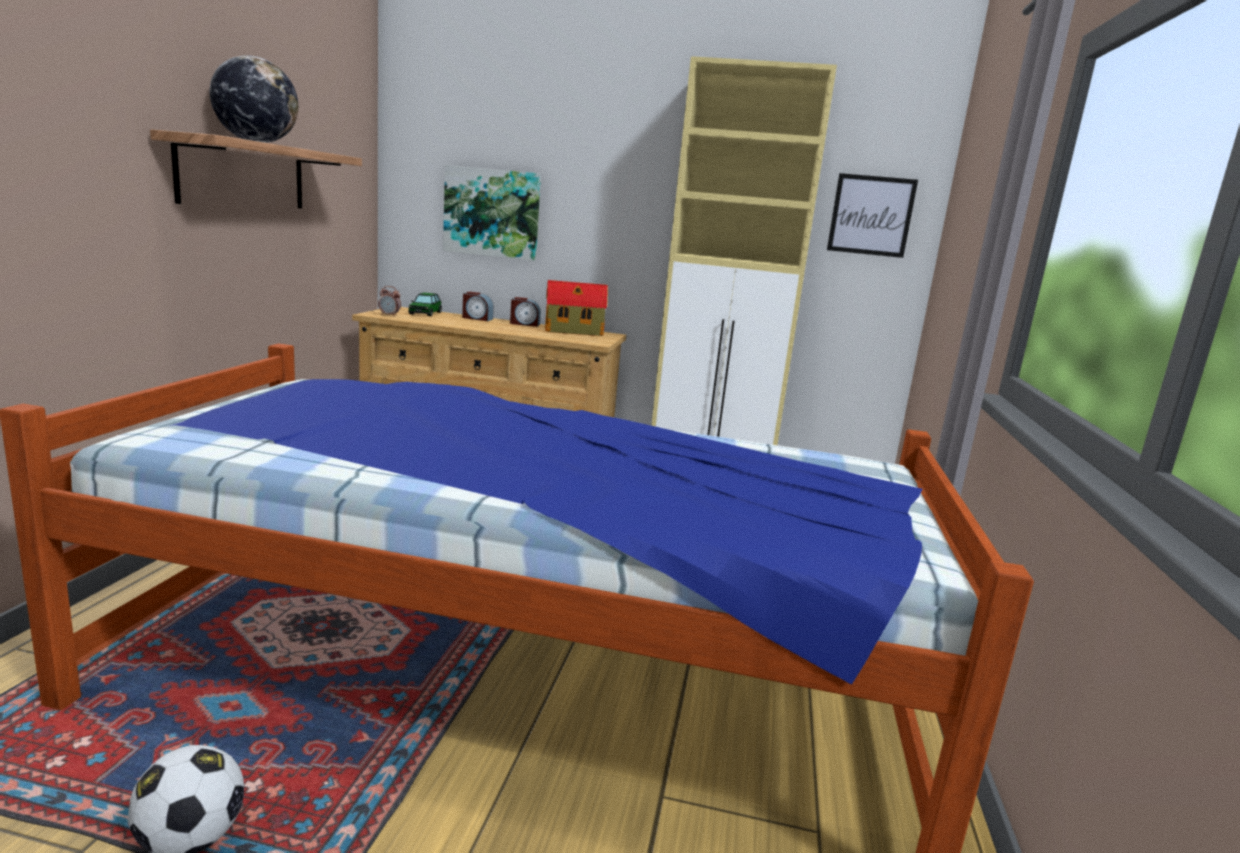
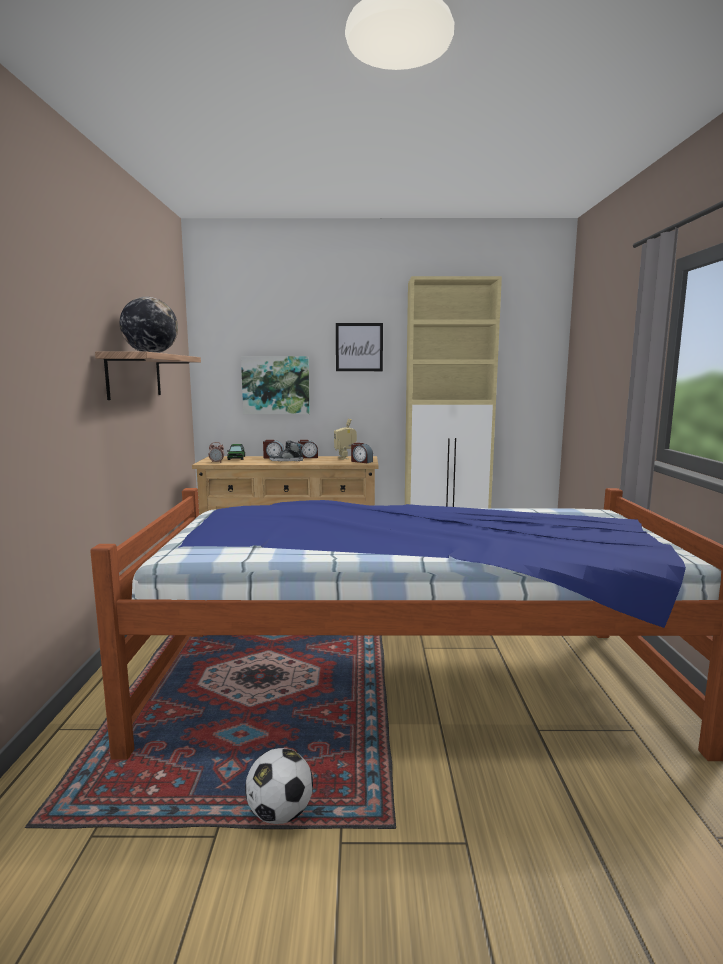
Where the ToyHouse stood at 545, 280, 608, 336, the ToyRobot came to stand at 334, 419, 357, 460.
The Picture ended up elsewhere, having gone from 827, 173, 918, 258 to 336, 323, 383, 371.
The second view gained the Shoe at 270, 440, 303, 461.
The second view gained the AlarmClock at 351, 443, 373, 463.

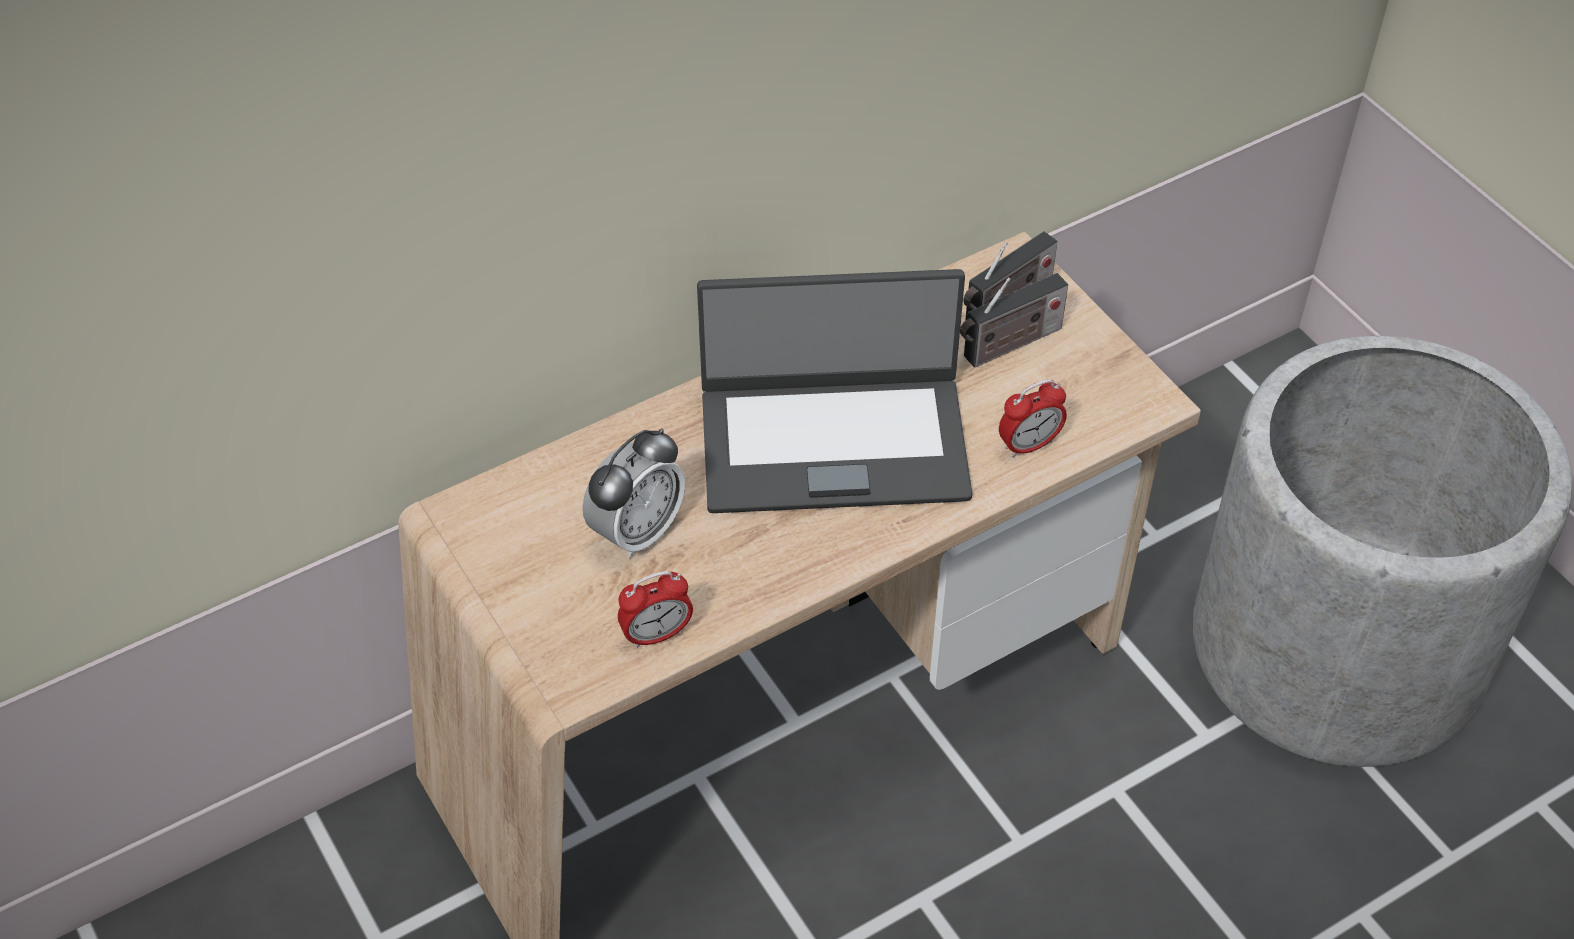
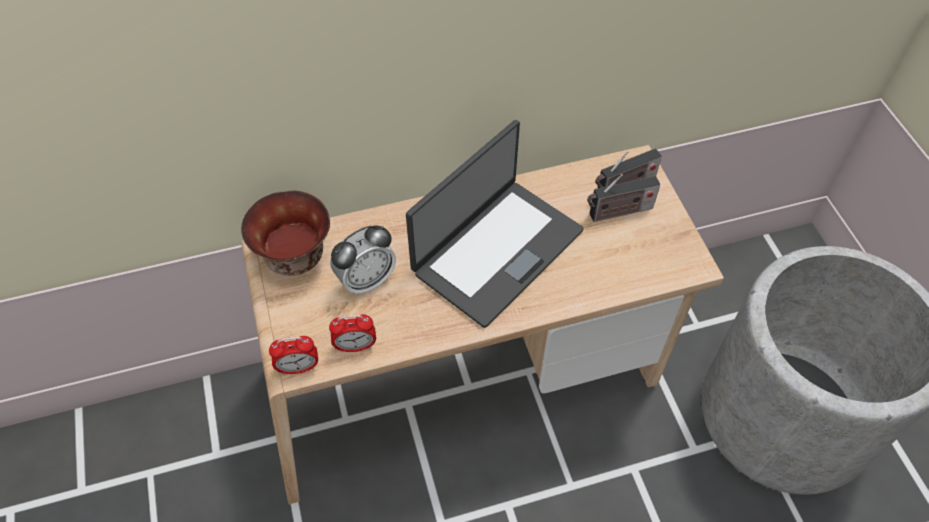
The Laptop at 697, 269, 972, 513 ended up facing another way, 60 degrees counterclockwise from before.
The AlarmClock ended up elsewhere, having gone from 999, 379, 1067, 458 to 269, 336, 318, 375.
The second view gained the Bowl at 241, 190, 330, 276.

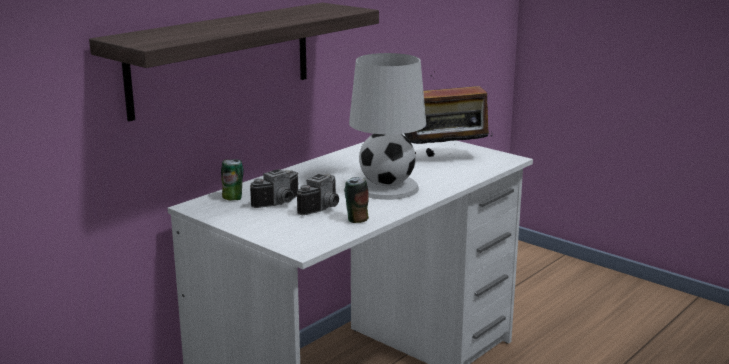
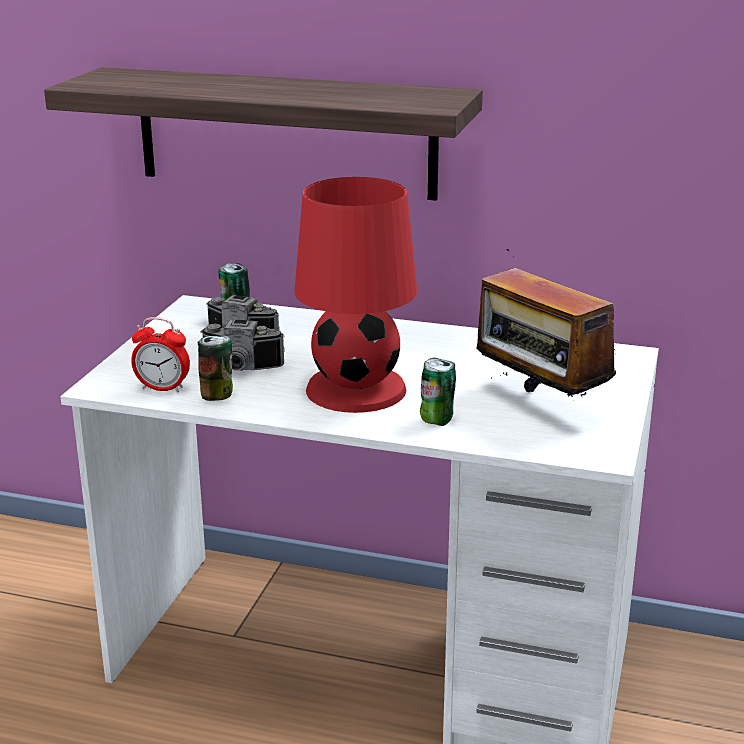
What was the WhiteTableLamp at 349, 53, 426, 200 turned into the RedTableLamp at 294, 177, 417, 413.
The second view gained the AlarmClock at 131, 317, 190, 393.
The second view gained the Can at 420, 358, 456, 426.

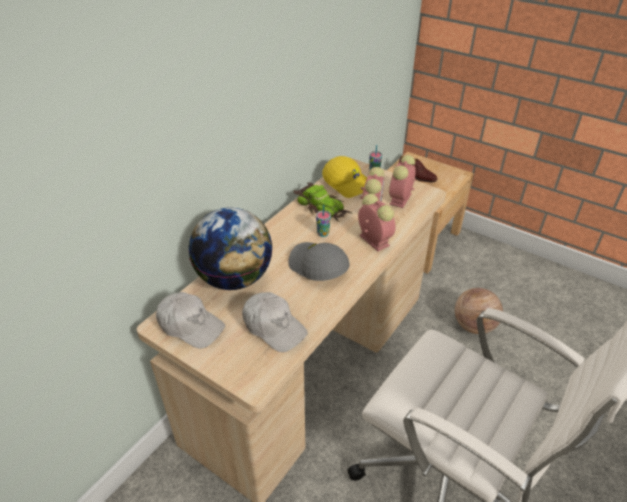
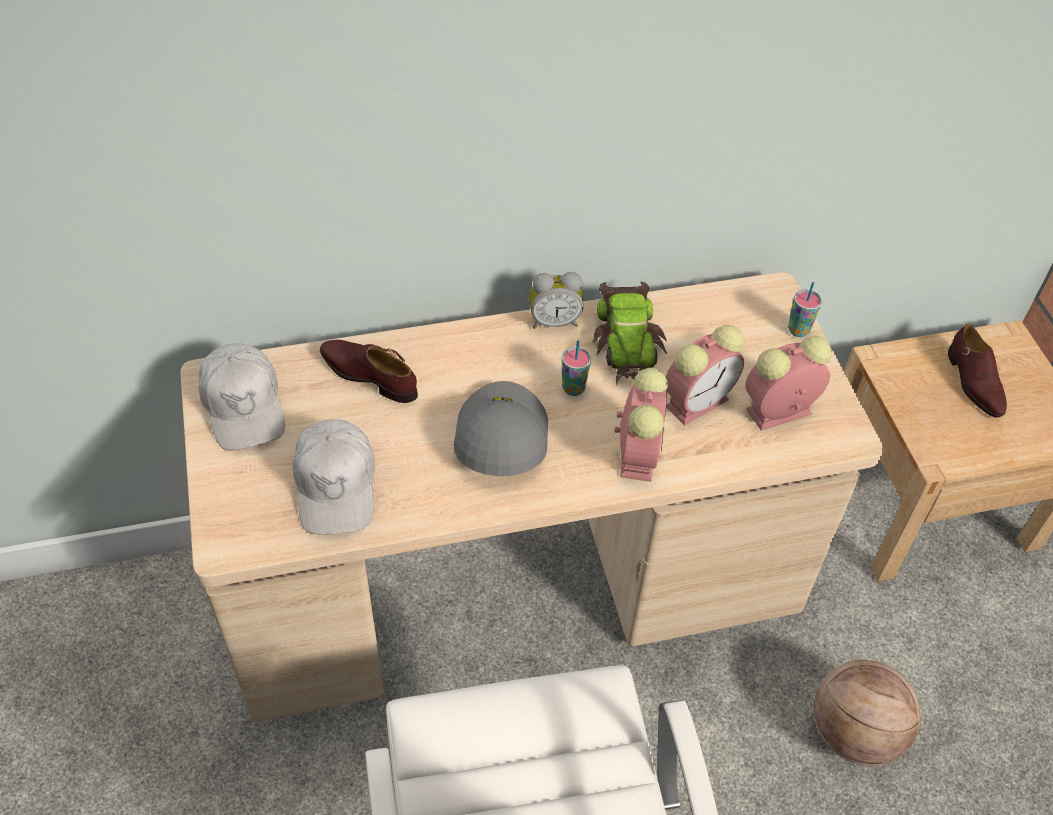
Where the Globe stood at 189, 207, 272, 290, the BrownShoe came to stand at 320, 340, 418, 403.
The second view lost the YellowCap at 322, 156, 367, 198.
The second view gained the AlarmClock at 529, 272, 584, 329.

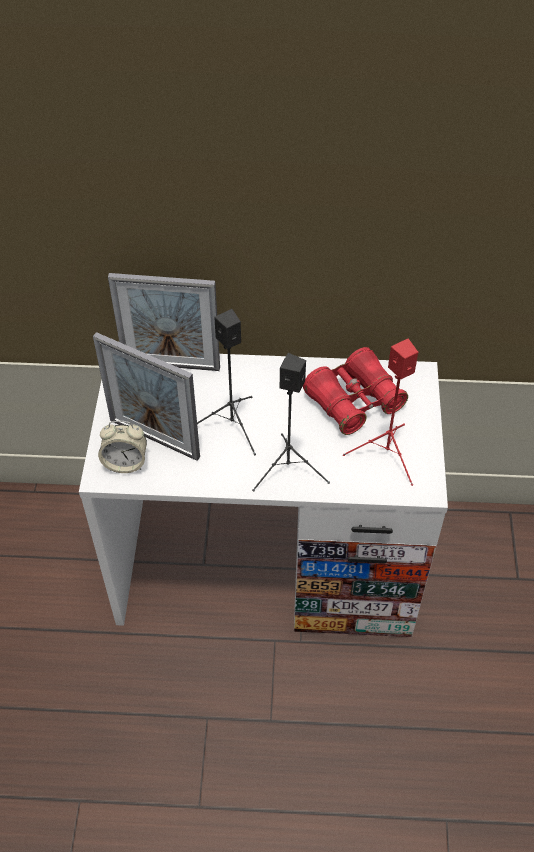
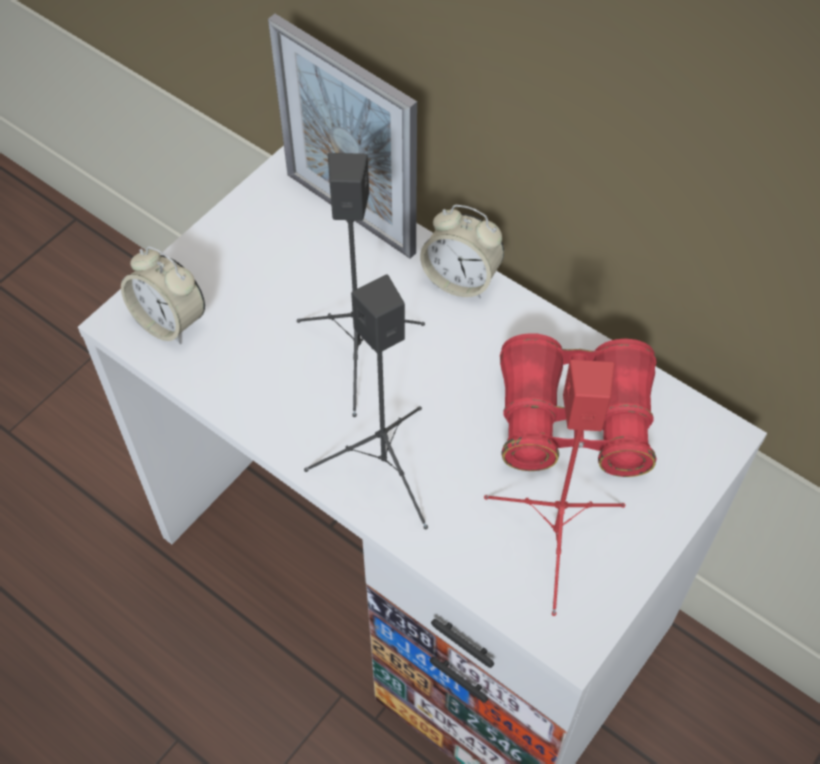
The second view lost the PictureFrame at 93, 332, 200, 461.
The second view gained the AlarmClock at 420, 205, 504, 299.

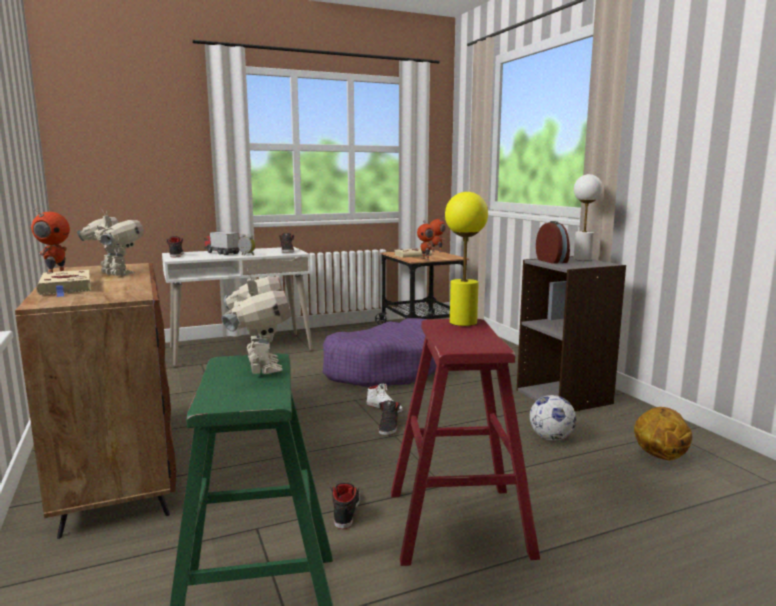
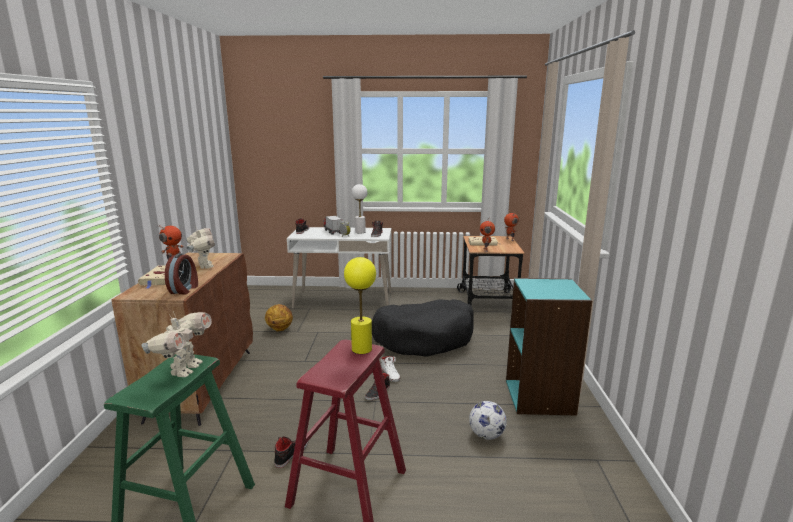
What was the PurpleDogBed at 323, 318, 437, 387 turned into the BlackDogBed at 372, 299, 474, 357.
What was the GreyBookcase at 517, 256, 626, 411 turned into the TurquoiseBookcase at 506, 278, 592, 416.
The AlarmClock ended up elsewhere, having gone from 536, 221, 570, 264 to 165, 253, 198, 294.
The WhiteTableLamp ended up elsewhere, having gone from 574, 174, 602, 261 to 352, 184, 367, 234.
The Basketball ended up elsewhere, having gone from 634, 407, 692, 461 to 265, 304, 293, 331.

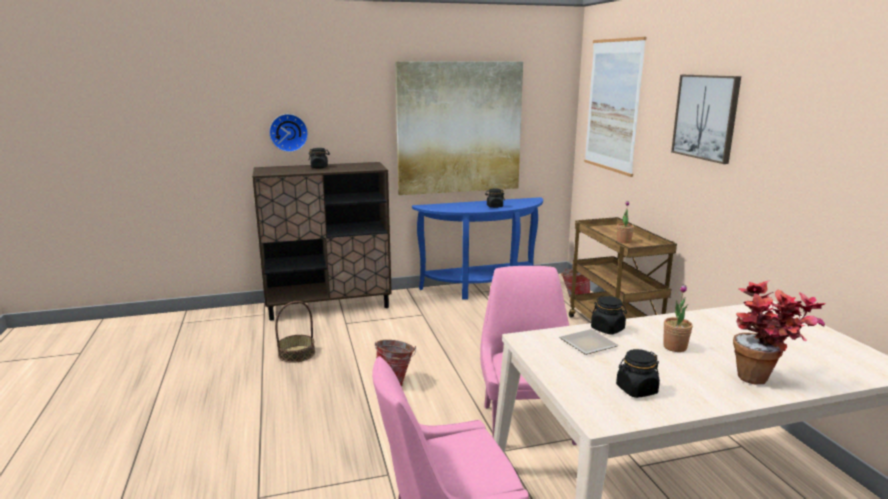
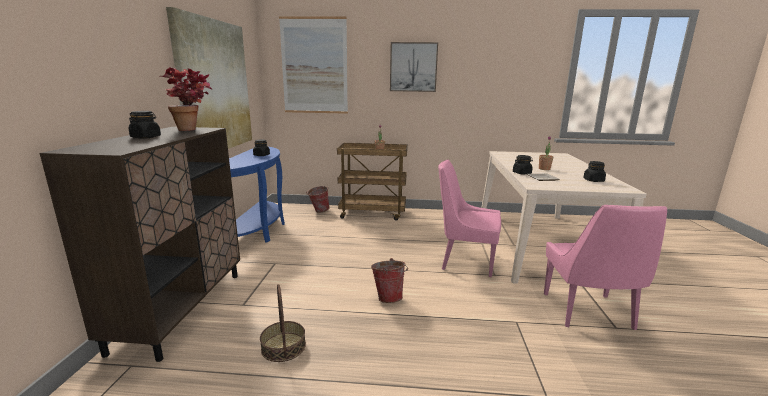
The second view lost the WallClock at 269, 114, 308, 152.
The PottedPlant ended up elsewhere, having gone from 733, 280, 825, 385 to 160, 67, 212, 131.

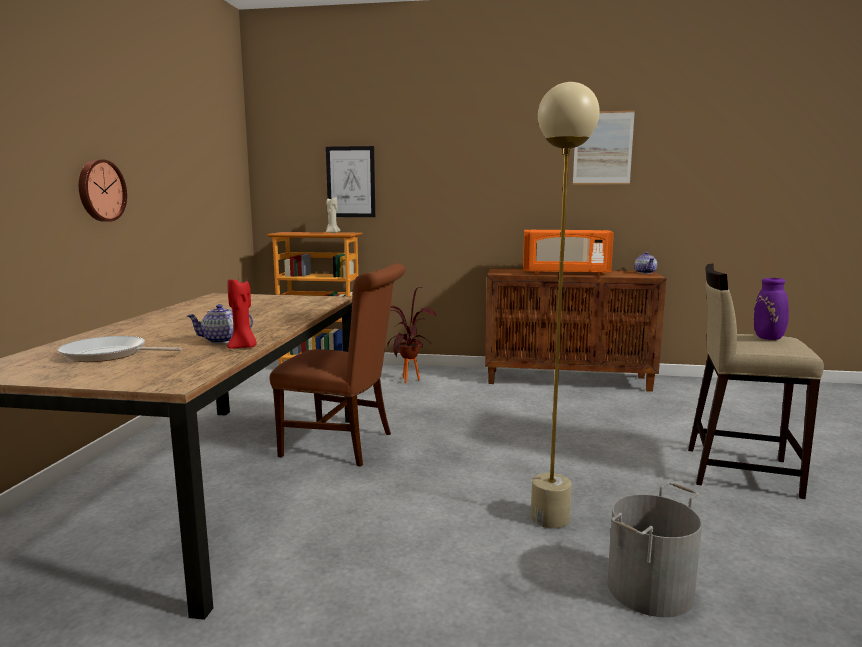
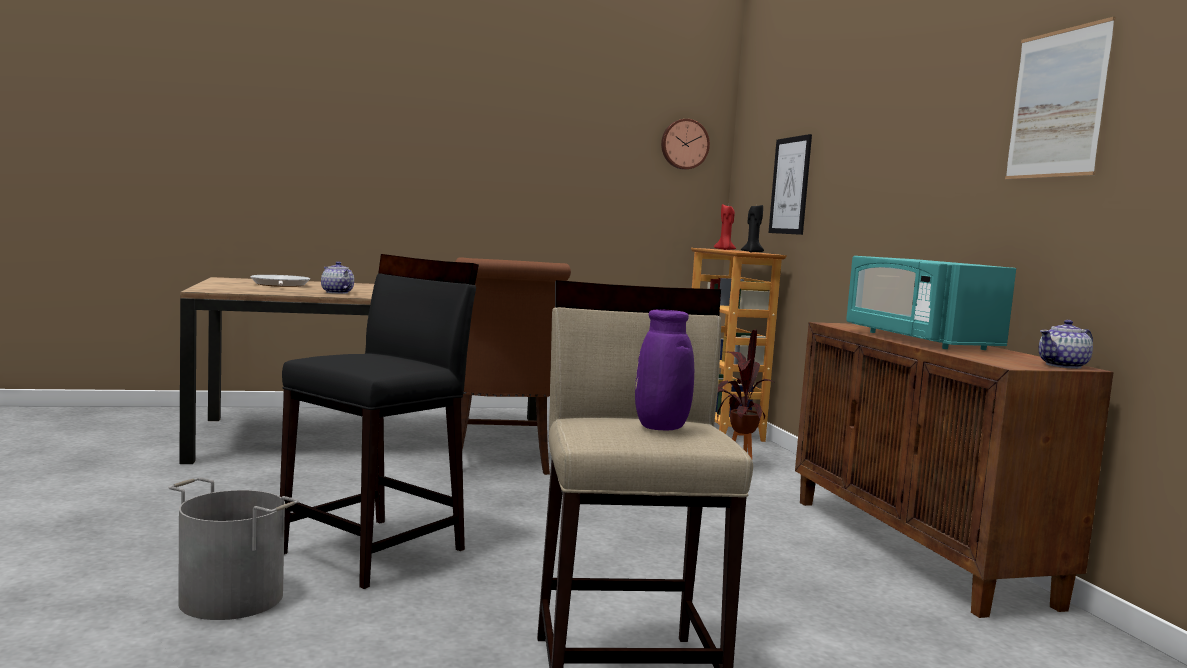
The WallClock ended up elsewhere, having gone from 79, 159, 127, 222 to 661, 119, 710, 170.
The RedCandle ended up elsewhere, having gone from 227, 277, 257, 349 to 714, 204, 736, 250.
What was the BeigeCandle at 326, 196, 340, 233 turned into the BlackCandle at 741, 205, 764, 252.
What was the OrangeMicrowave at 523, 230, 614, 275 turned into the TurquoiseMicrowave at 846, 256, 1016, 350.
Where the BeigeFloorLamp stood at 531, 82, 599, 529, the BlackStool came to stand at 280, 254, 479, 589.

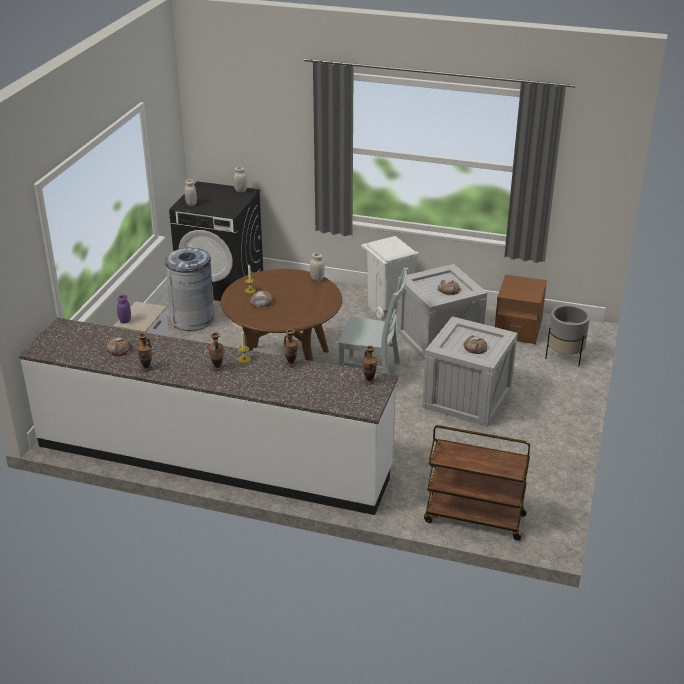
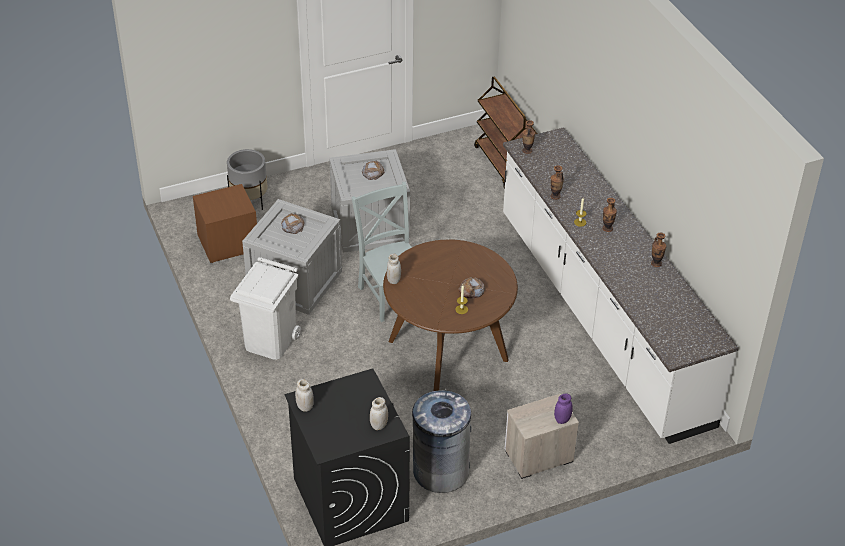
The second view lost the Bread at 106, 336, 131, 356.

